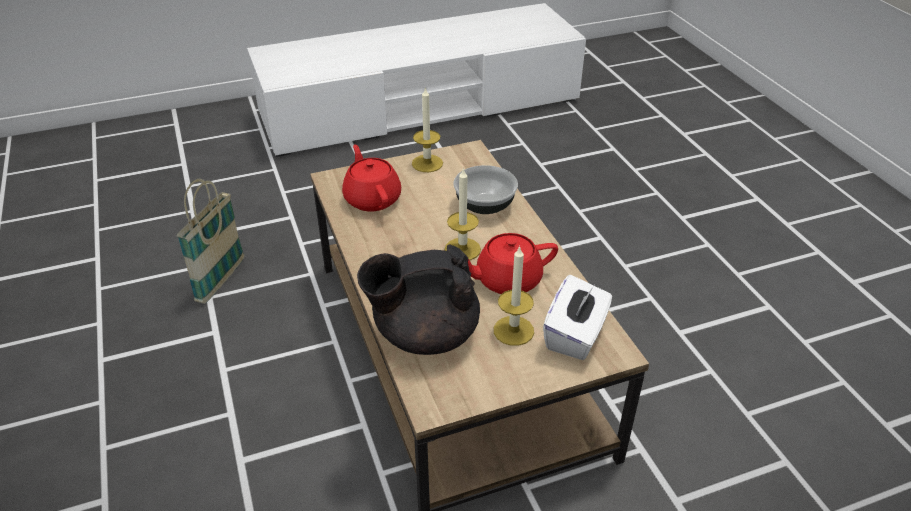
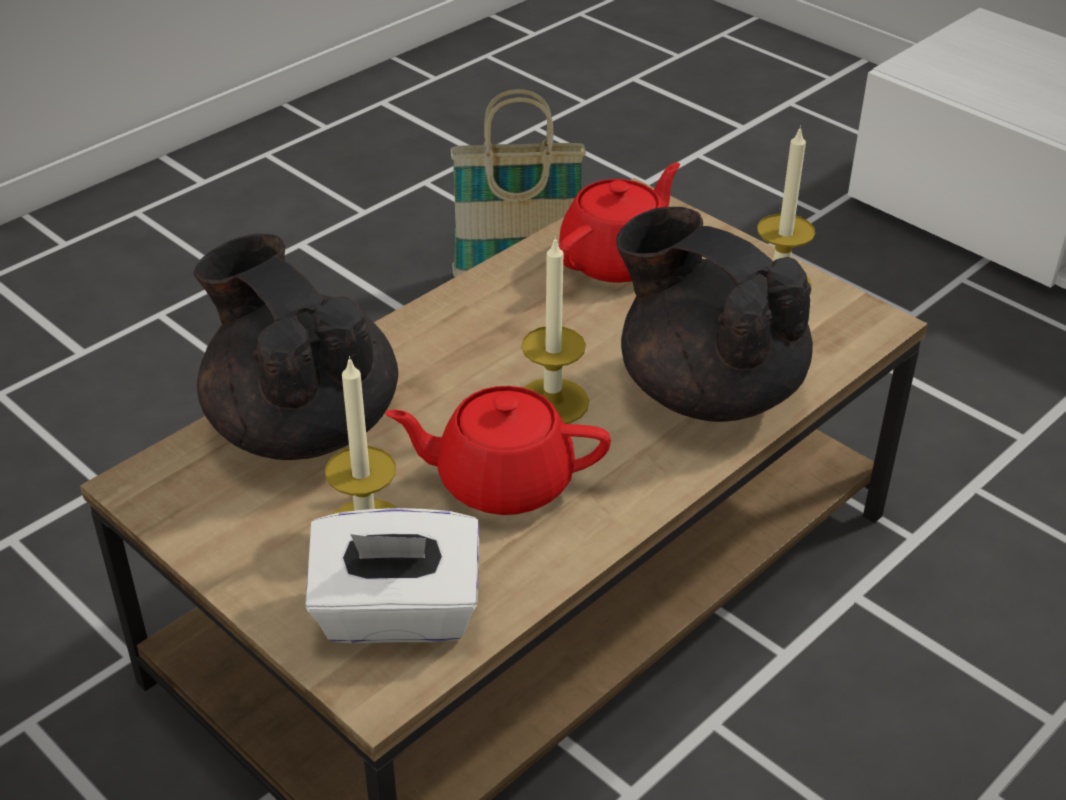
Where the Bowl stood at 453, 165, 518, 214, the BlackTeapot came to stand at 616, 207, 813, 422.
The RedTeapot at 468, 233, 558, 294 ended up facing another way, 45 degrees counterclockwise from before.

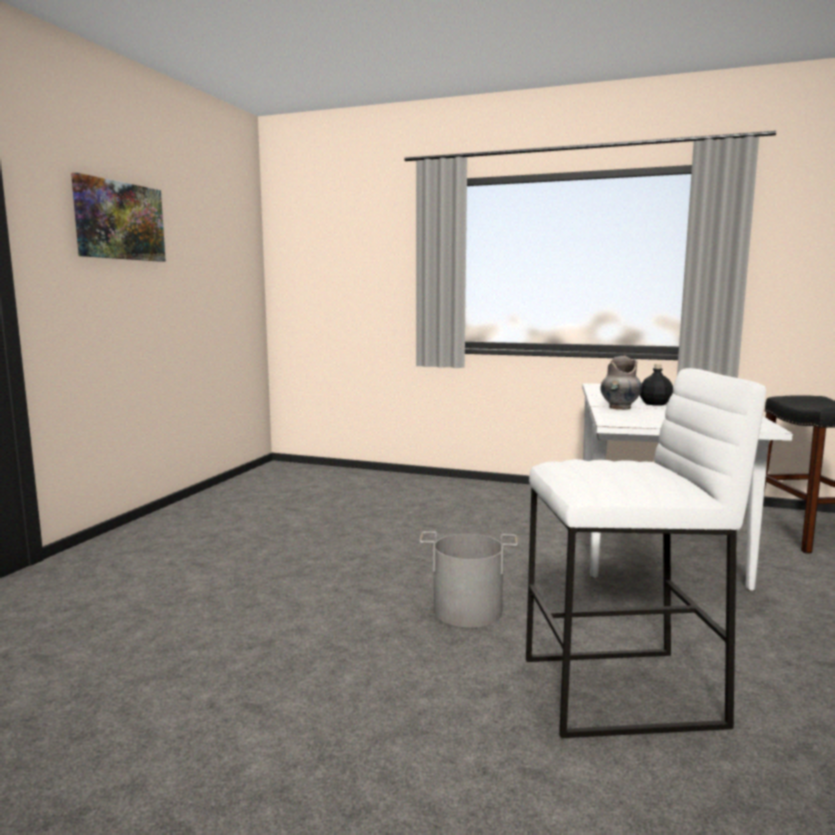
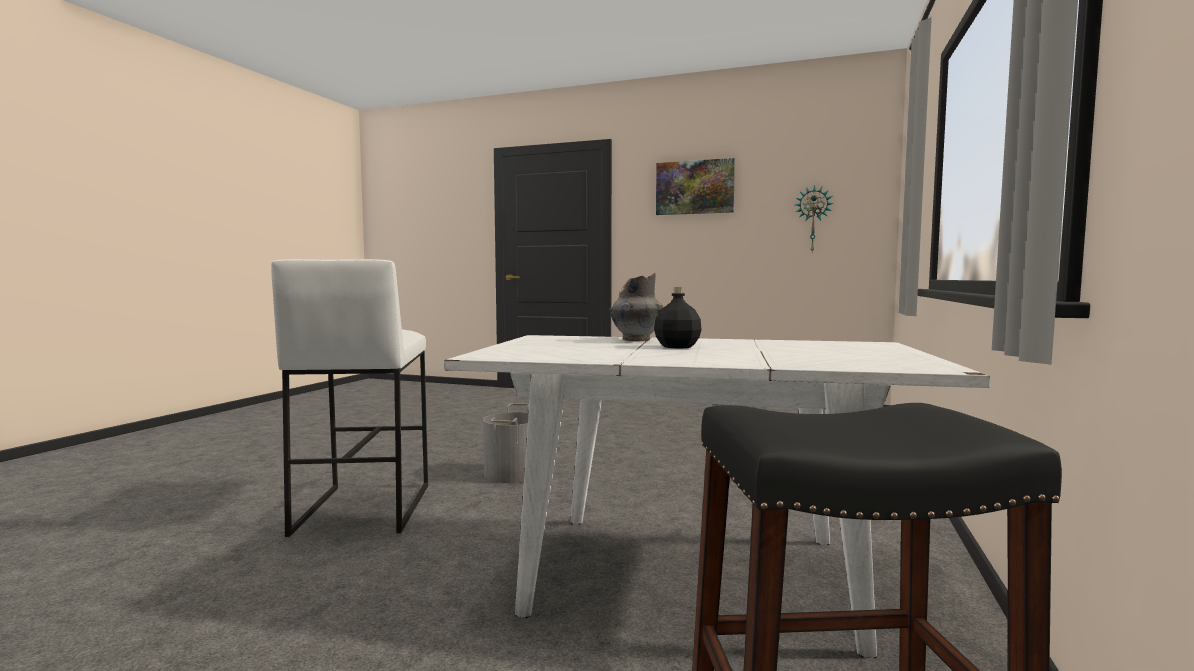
The second view gained the WallClock at 796, 185, 834, 252.

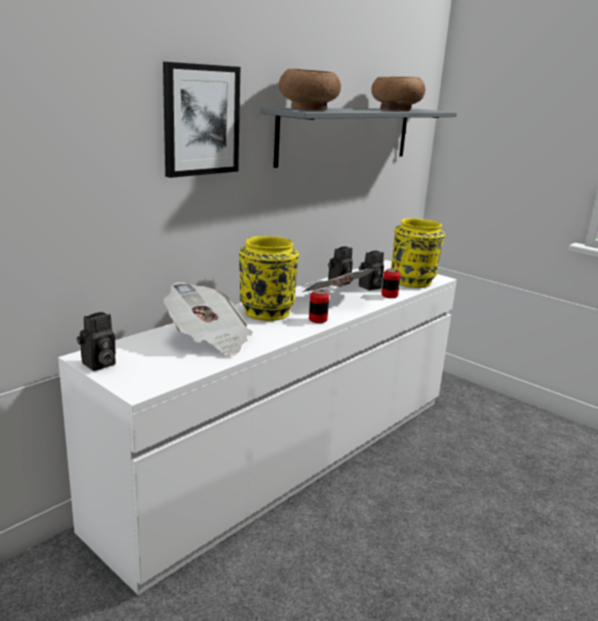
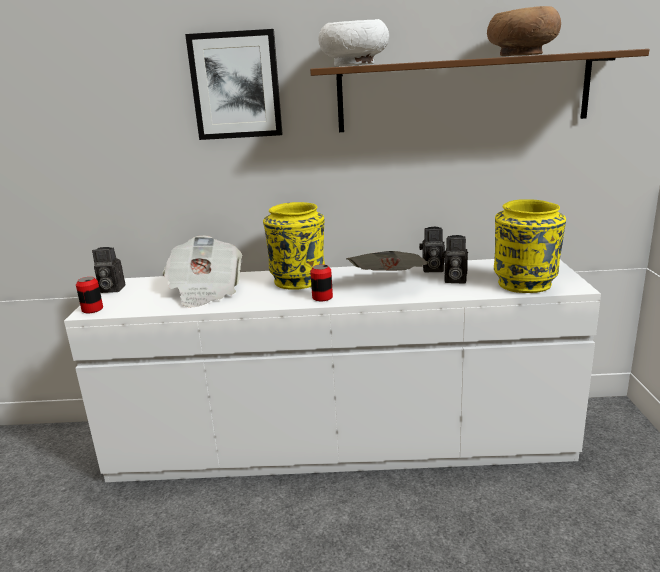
What was the GreyShelf at 260, 108, 457, 168 turned into the BrownShelf at 310, 49, 649, 132.
What was the BrownBowl at 279, 69, 341, 110 turned into the WhiteBowl at 319, 19, 389, 66.
The Can ended up elsewhere, having gone from 382, 269, 401, 298 to 76, 277, 103, 313.

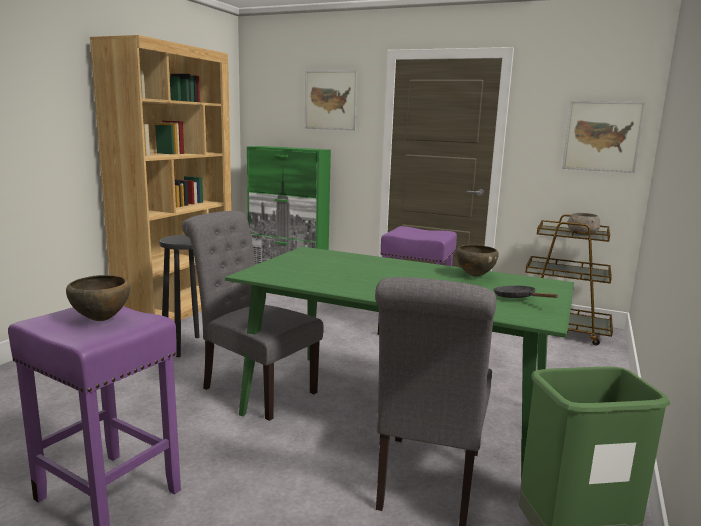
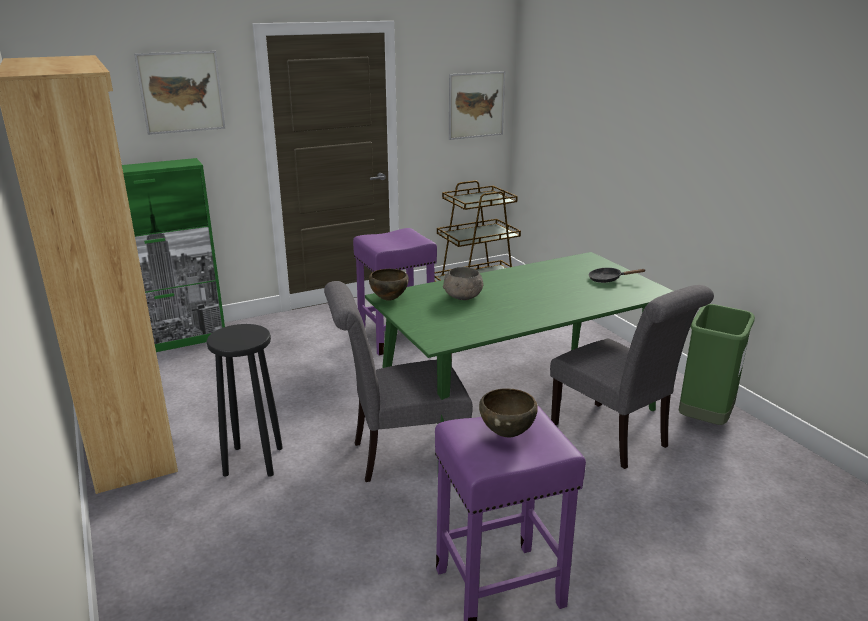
The BrownBowl ended up elsewhere, having gone from 456, 245, 499, 277 to 369, 269, 409, 301.
The GreyBowl ended up elsewhere, having gone from 567, 213, 600, 235 to 443, 267, 484, 300.

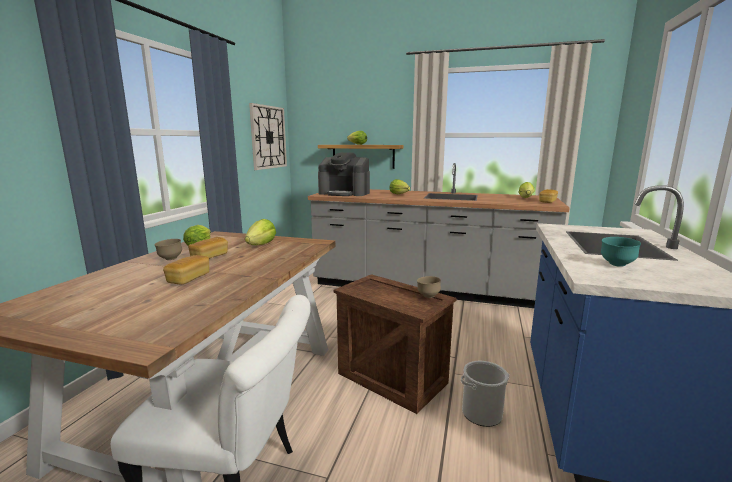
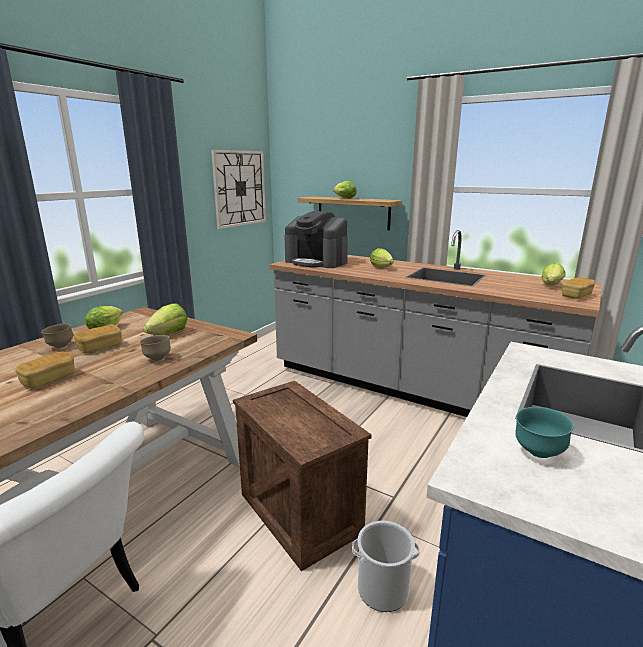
The BrownBowl ended up elsewhere, having gone from 417, 276, 441, 298 to 140, 335, 171, 361.

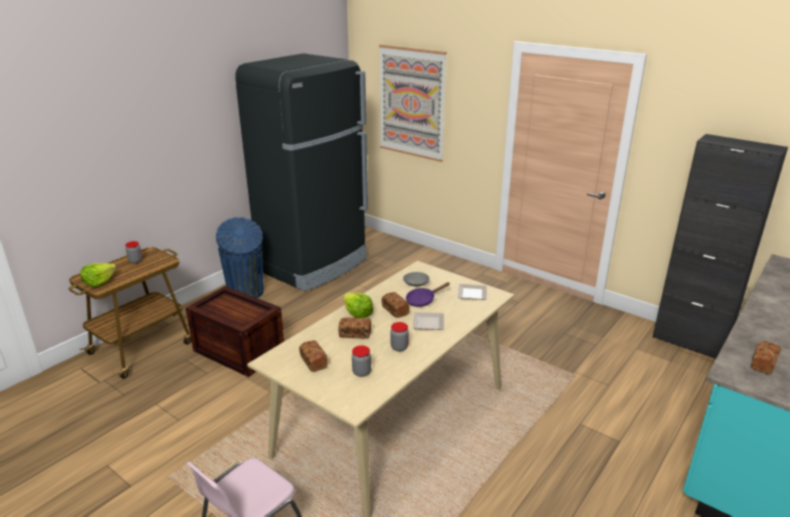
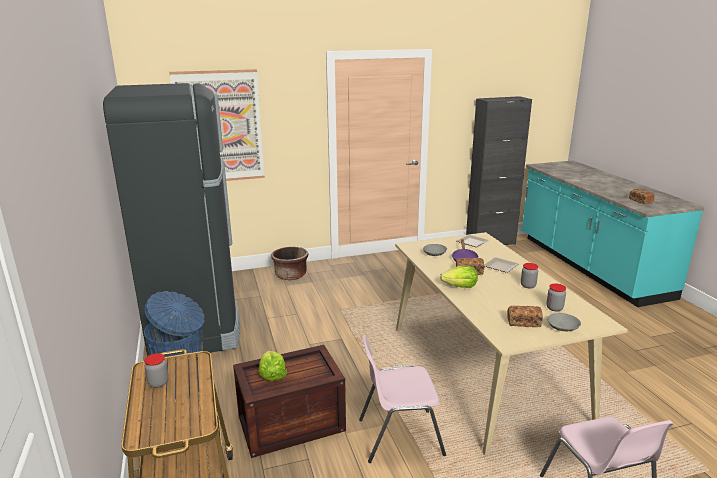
The Lettuce ended up elsewhere, having gone from 80, 263, 116, 287 to 259, 350, 287, 381.
The second view lost the Bread at 338, 318, 371, 339.
The second view gained the BrownPlanter at 271, 247, 308, 280.
The second view gained the PinkChair at 359, 335, 446, 463.
The second view gained the GreyBowl at 547, 313, 581, 331.

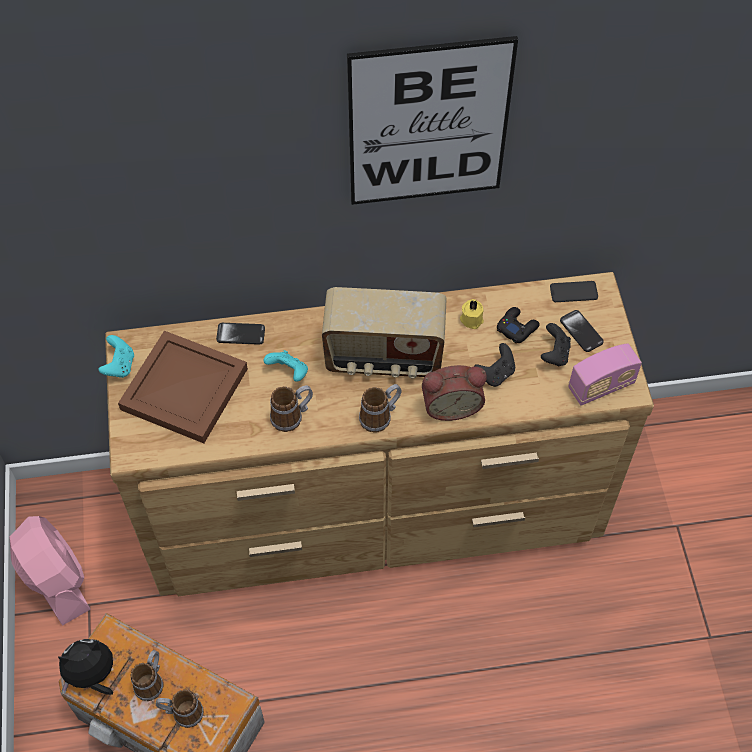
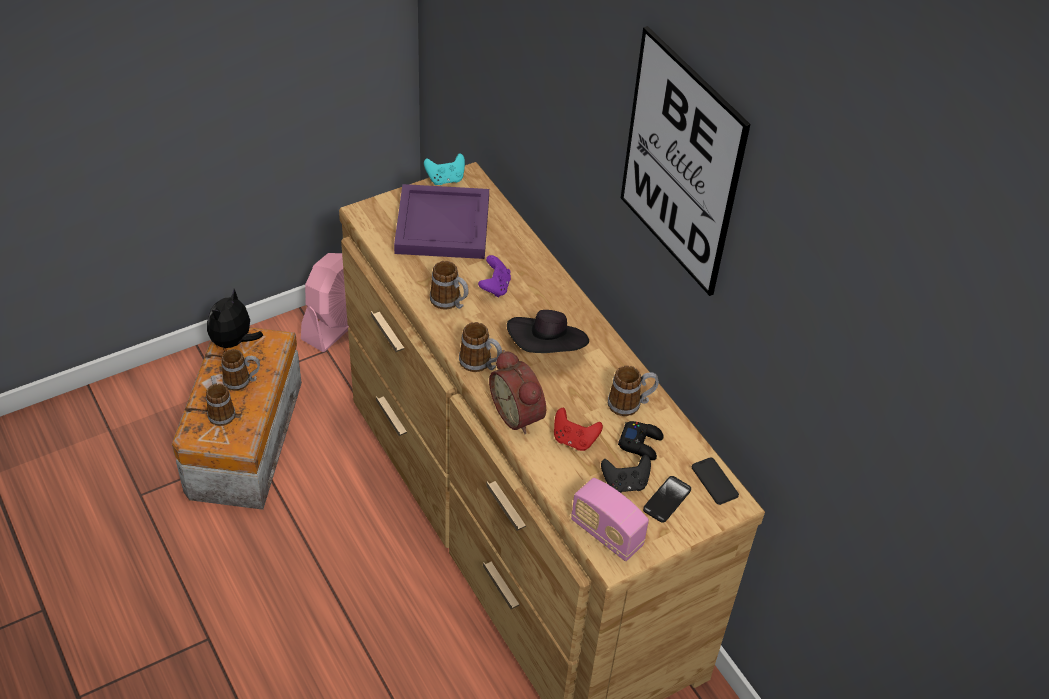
The PlushToy at 58, 639, 113, 695 ended up facing another way, 105 degrees counterclockwise from before.
What was the BrownTray at 118, 331, 248, 443 turned into the PurpleTray at 394, 184, 489, 259.
The second view lost the Phone at 216, 323, 265, 345.
What was the TurquoiseGameController at 264, 350, 308, 382 turned into the PurpleGameController at 478, 255, 511, 297.
Where the Radio stood at 322, 287, 447, 378, the BlackHat came to stand at 507, 310, 589, 353.
Where the YellowCandle stood at 460, 299, 484, 329, the Mug came to stand at 608, 365, 659, 416.
What was the BlackGameController at 474, 343, 515, 387 turned into the RedGameController at 554, 408, 603, 451.

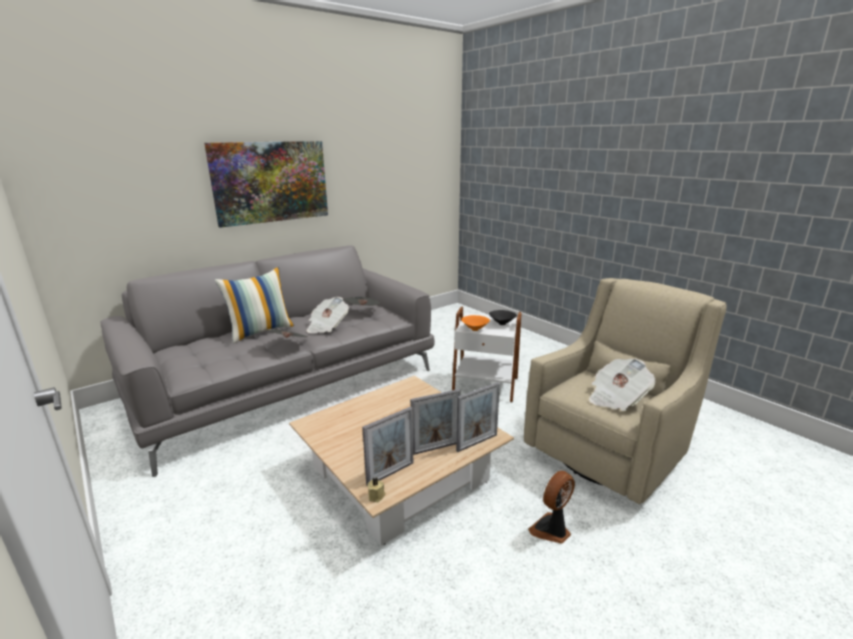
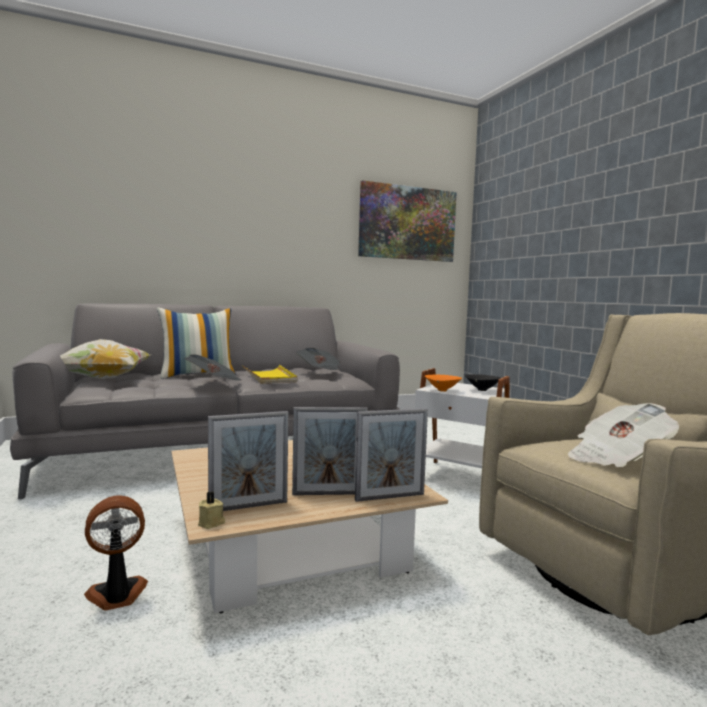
The Picture ended up elsewhere, having gone from 204, 141, 328, 228 to 358, 180, 457, 262.
Where the Newspaper stood at 307, 297, 349, 333, the YellowTray came to stand at 243, 365, 297, 384.
The Fan ended up elsewhere, having gone from 528, 471, 575, 544 to 84, 495, 148, 611.
The second view gained the Pillow at 60, 339, 151, 379.

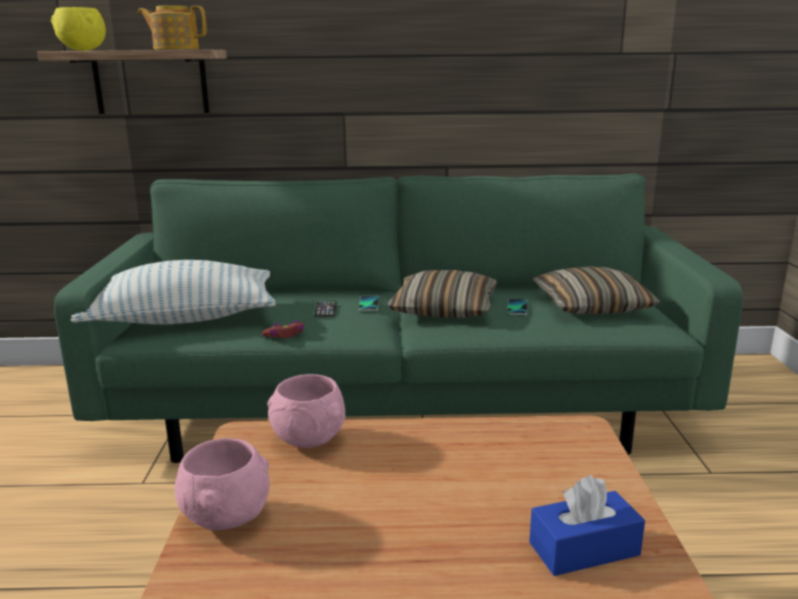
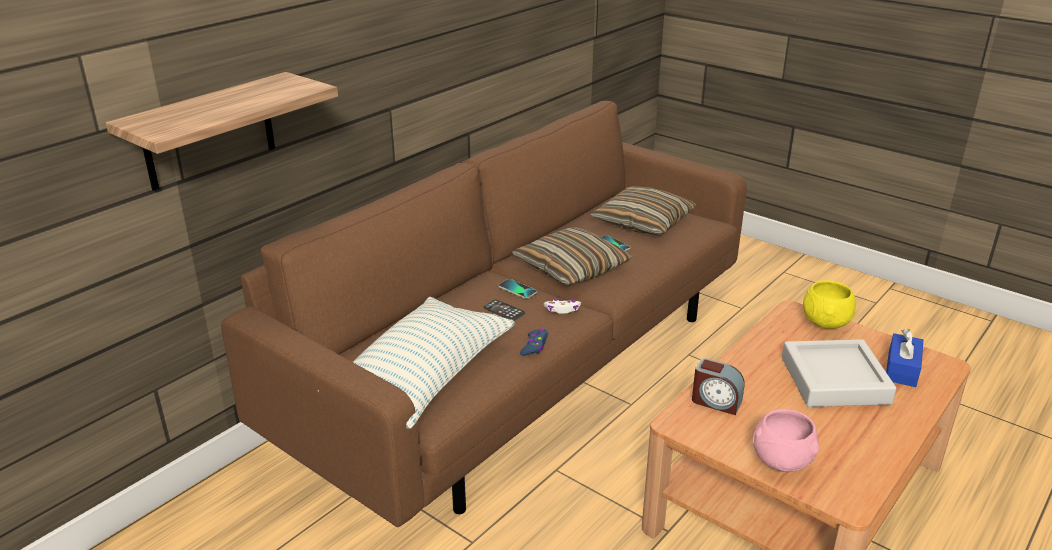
The YellowBowl ended up elsewhere, having gone from 51, 7, 106, 51 to 803, 280, 856, 329.
What was the GreenSofa at 54, 174, 743, 463 turned into the BrownSofa at 221, 101, 747, 527.
The second view lost the Teapot at 137, 6, 207, 50.
What was the RedGameController at 261, 321, 304, 338 turned into the BlueGameController at 520, 329, 548, 356.
Where the PinkBowl stood at 267, 374, 346, 448, the AlarmClock came to stand at 692, 358, 745, 415.
The second view gained the WhiteGameController at 543, 298, 581, 313.
The second view gained the GreyTray at 782, 339, 896, 407.

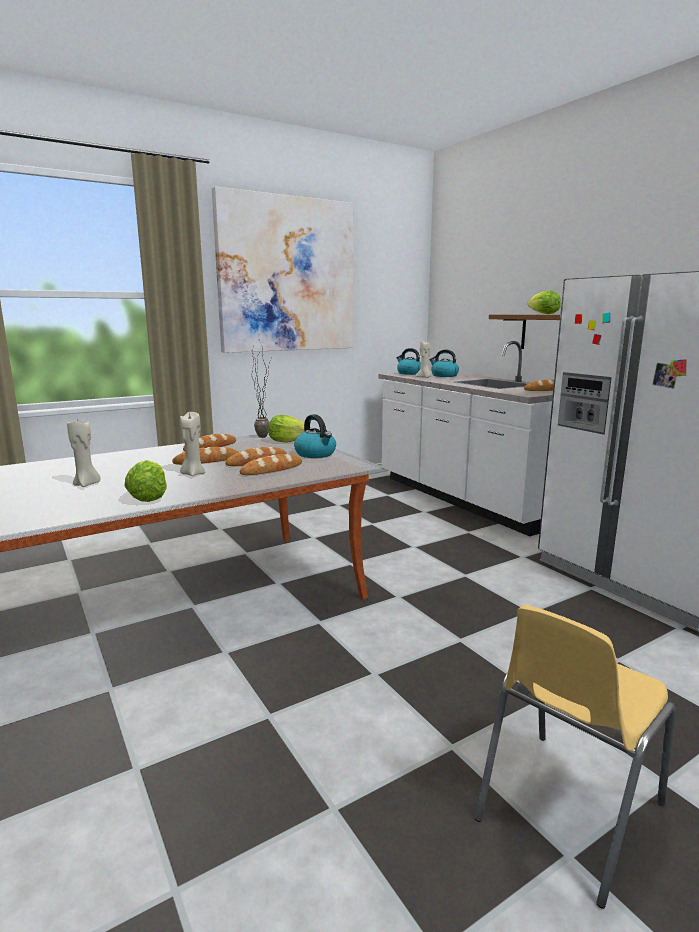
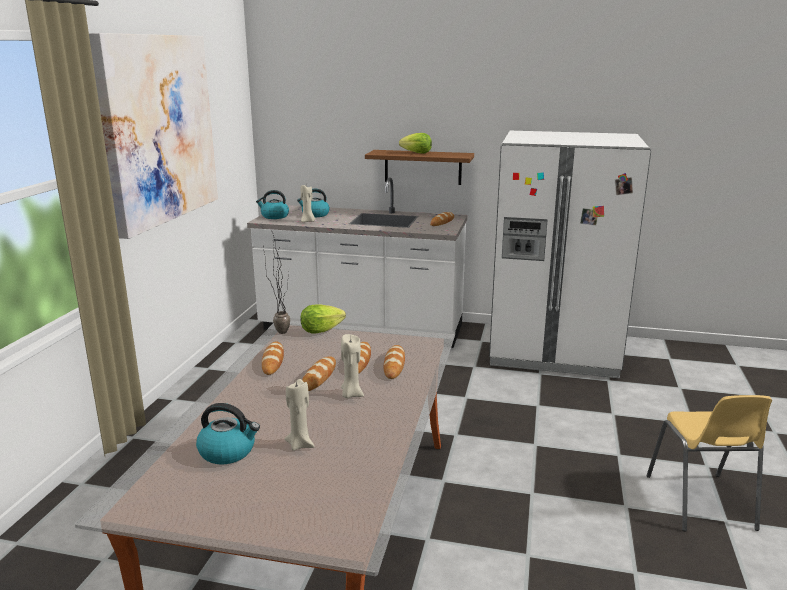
The second view lost the Lettuce at 124, 460, 167, 502.
The Kettle ended up elsewhere, having gone from 294, 414, 336, 458 to 196, 403, 260, 464.

